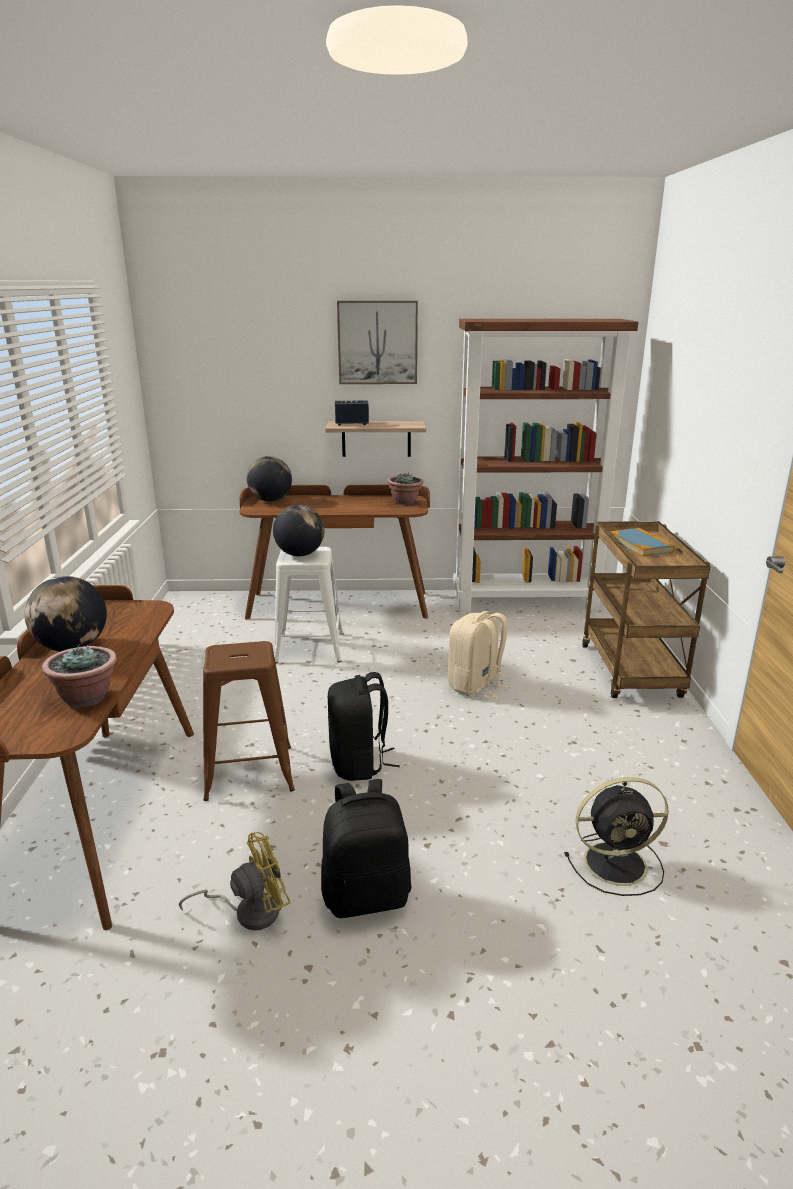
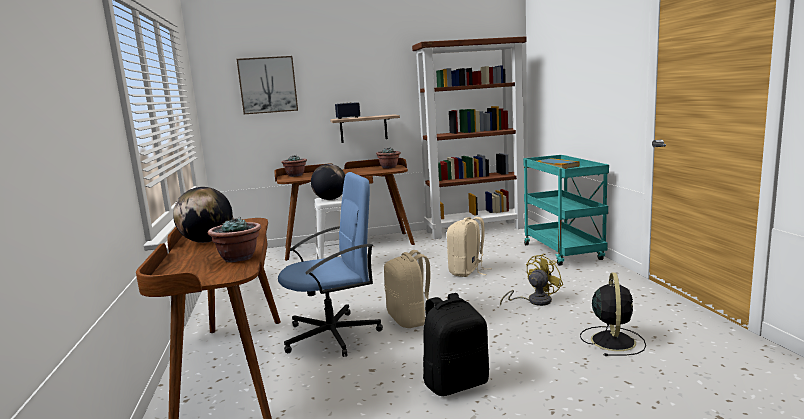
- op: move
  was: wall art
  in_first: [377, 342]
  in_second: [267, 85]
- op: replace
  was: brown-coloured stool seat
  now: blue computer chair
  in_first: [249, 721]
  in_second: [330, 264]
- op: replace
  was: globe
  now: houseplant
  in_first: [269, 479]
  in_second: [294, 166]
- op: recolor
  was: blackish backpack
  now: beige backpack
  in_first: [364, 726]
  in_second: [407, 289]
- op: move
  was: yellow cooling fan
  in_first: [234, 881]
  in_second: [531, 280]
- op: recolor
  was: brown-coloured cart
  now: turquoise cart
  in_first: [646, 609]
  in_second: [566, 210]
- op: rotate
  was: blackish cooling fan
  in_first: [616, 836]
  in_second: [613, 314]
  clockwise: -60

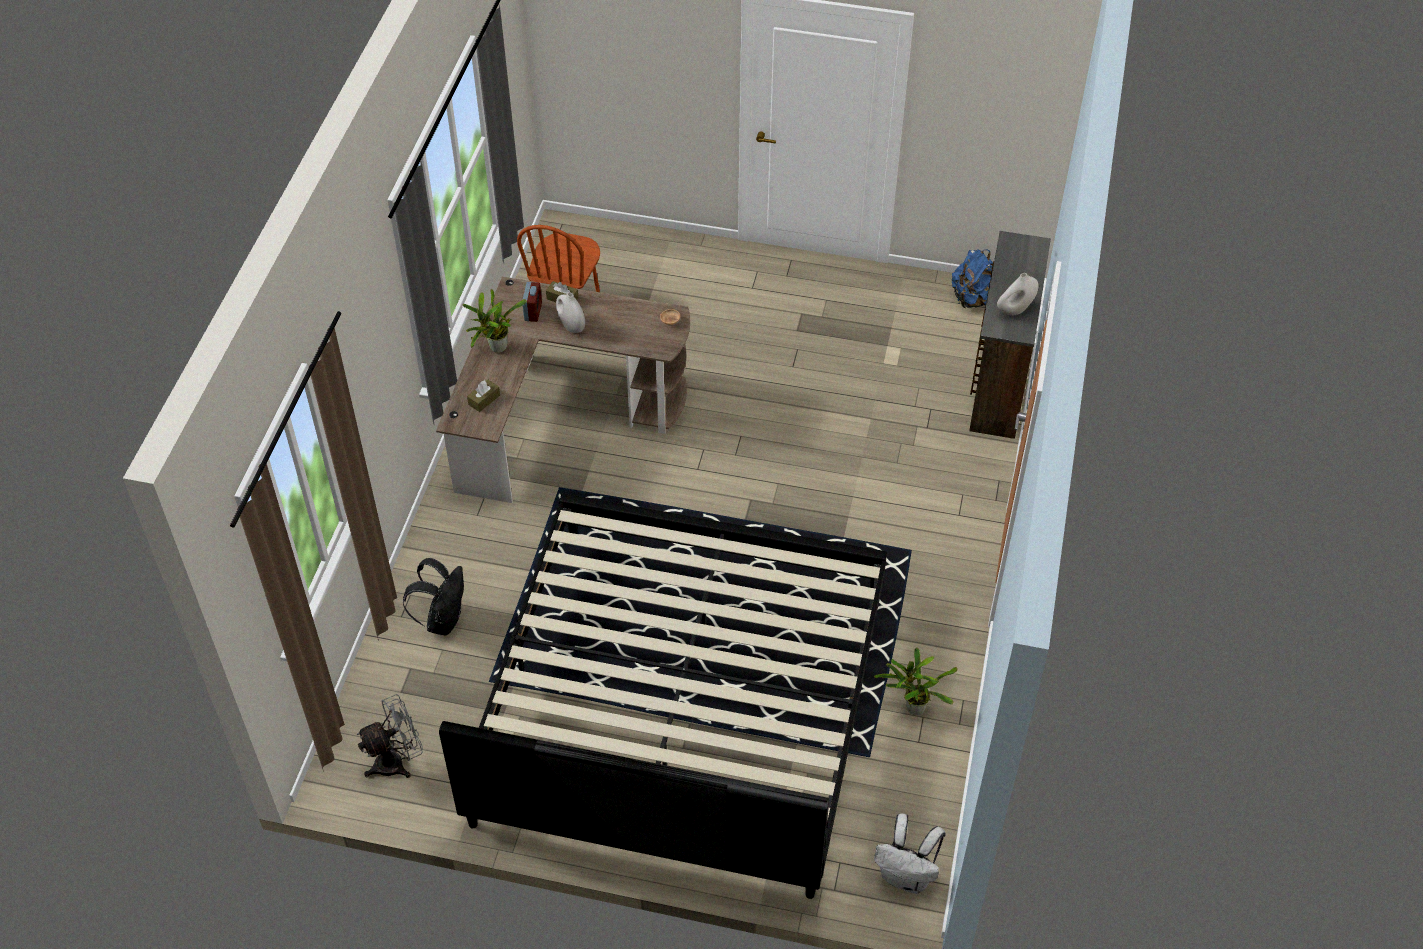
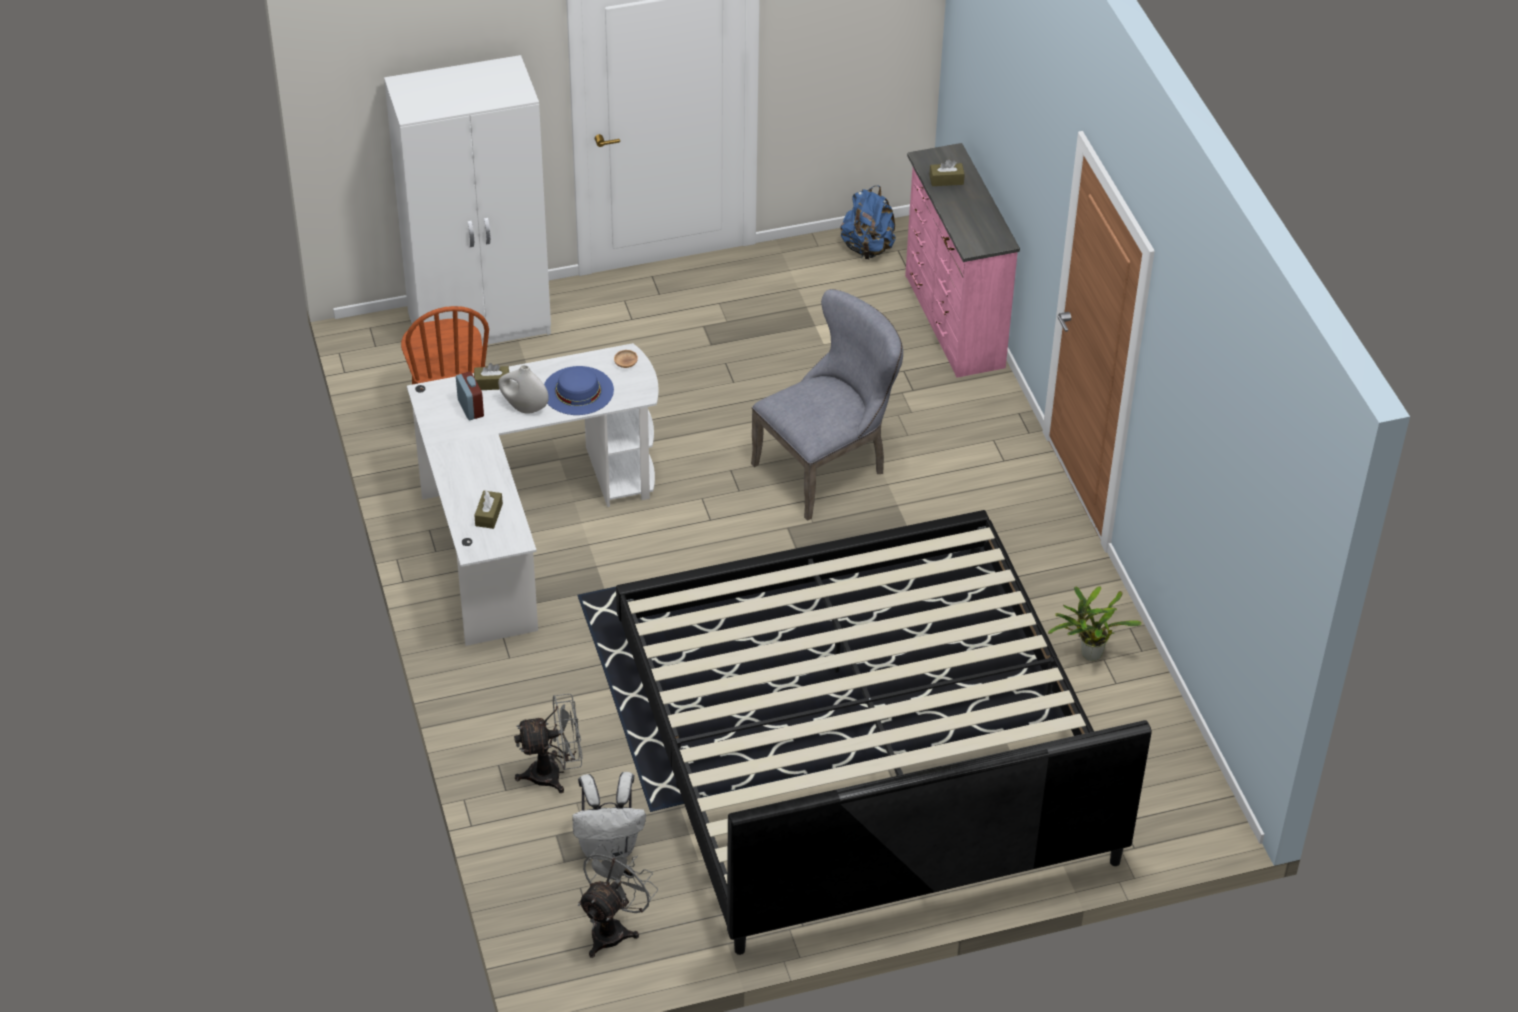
- op: insert
  now: white wardrobe
  in_second: [467, 200]
- op: recolor
  was: brown-coloured desk
  now: white desk
  in_first: [563, 390]
  in_second: [533, 494]
- op: replace
  was: blackish backpack
  now: greyish cooling fan
  in_first: [433, 596]
  in_second: [548, 743]
- op: insert
  now: blue hat
  in_second: [579, 390]
- op: move
  was: white backpack
  in_first: [910, 854]
  in_second: [609, 816]
- op: insert
  now: greyish upright chair
  in_second: [827, 405]
- op: recolor
  was: brown-coloured drawer chest
  now: pink drawer chest
  in_first: [1010, 335]
  in_second: [962, 260]
- op: insert
  now: brown-coloured box of tissues
  in_second: [947, 172]
- op: delete
  was: houseplant
  in_first: [494, 321]
- op: delete
  was: white decorative vase
  in_first: [1017, 294]

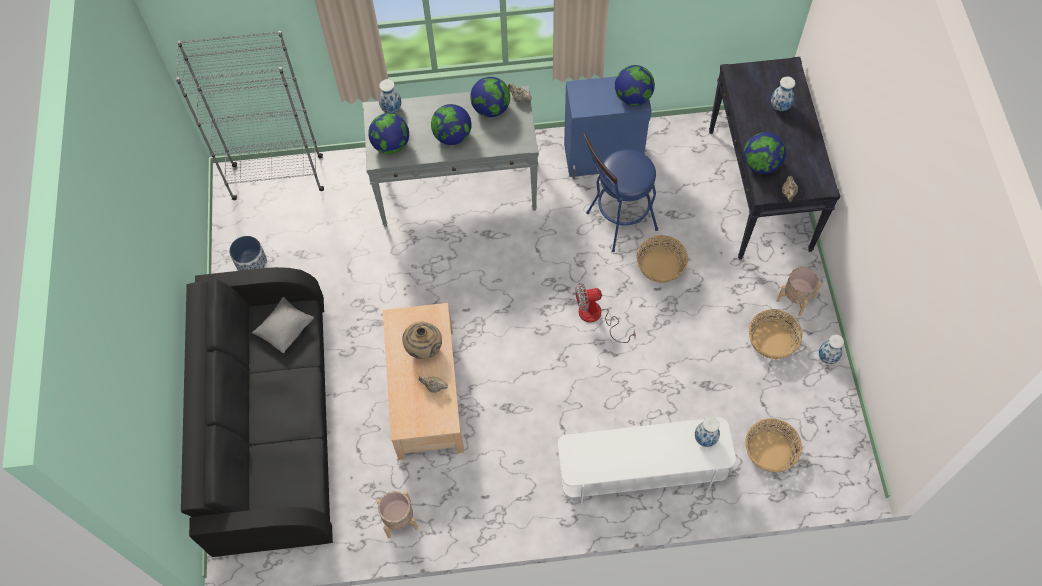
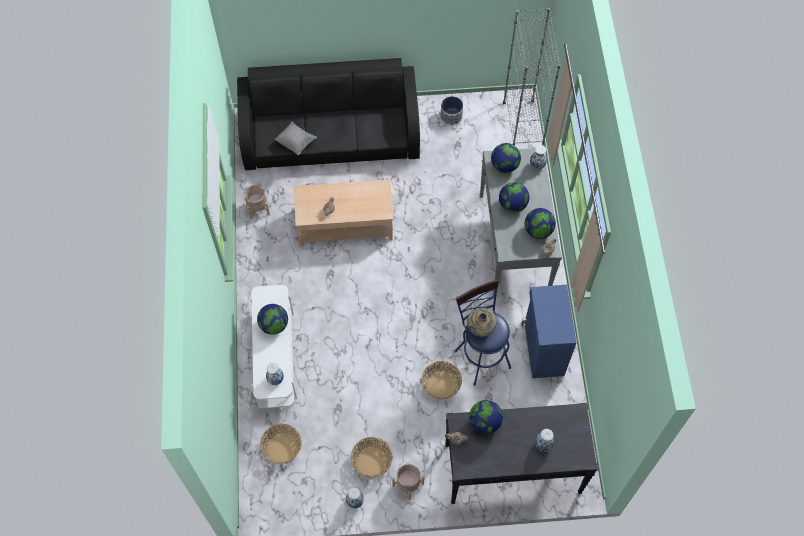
- op: move
  was: globe
  in_first: [635, 85]
  in_second: [272, 319]
- op: move
  was: greyish throw pillow
  in_first: [283, 325]
  in_second: [295, 138]
- op: move
  was: beige decorative vase
  in_first: [422, 340]
  in_second: [482, 322]
- op: delete
  was: cooling fan
  in_first: [605, 313]

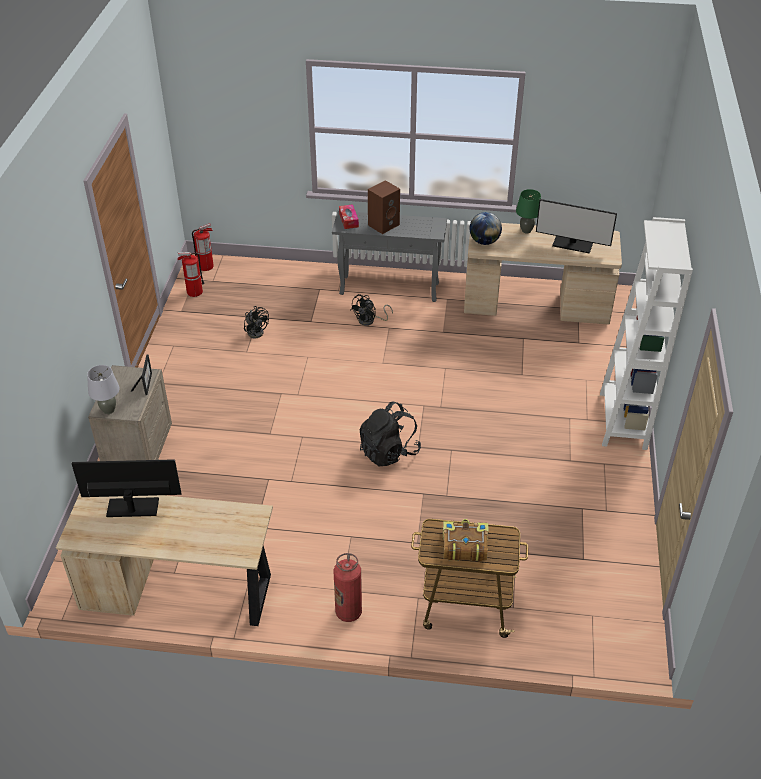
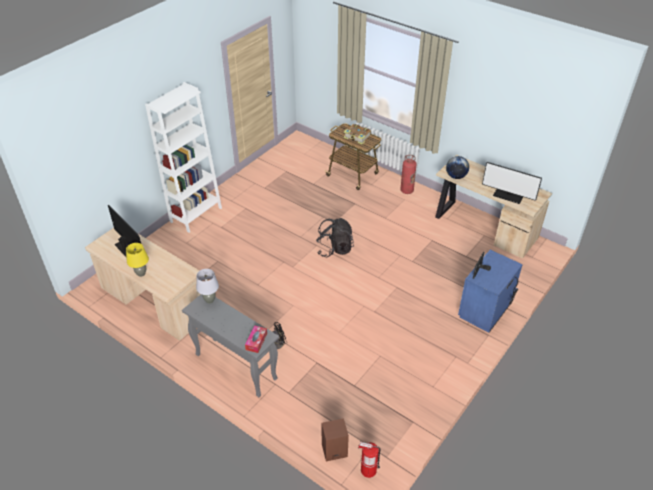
- op: recolor
  was: green table lamp
  now: yellow table lamp
  in_first: [528, 211]
  in_second: [137, 260]
- op: move
  was: greyish table lamp
  in_first: [103, 389]
  in_second: [207, 286]
- op: move
  was: brown-coloured audio speaker
  in_first: [384, 207]
  in_second: [335, 439]
- op: move
  was: globe
  in_first: [485, 228]
  in_second: [457, 167]
- op: recolor
  was: beige night table
  now: blue night table
  in_first: [130, 413]
  in_second: [490, 291]
- op: delete
  was: fire extinguisher
  in_first: [191, 274]
- op: delete
  was: blackish cooling fan
  in_first: [256, 322]

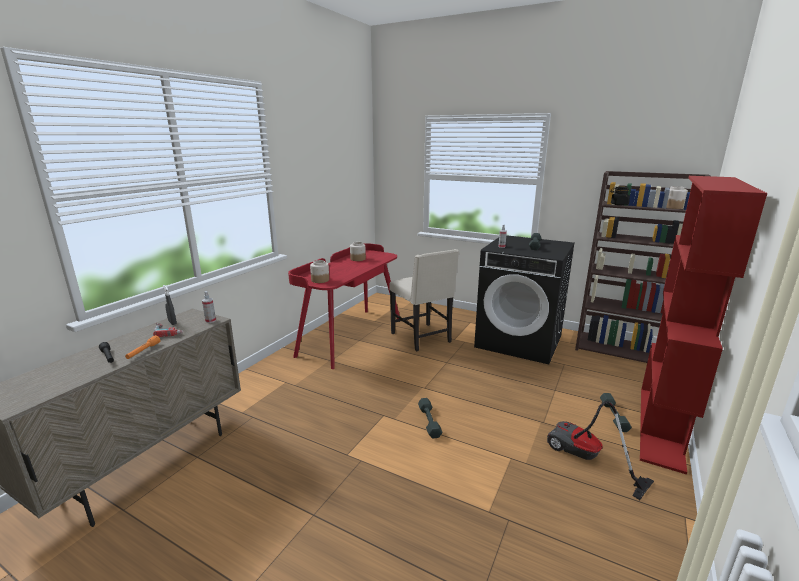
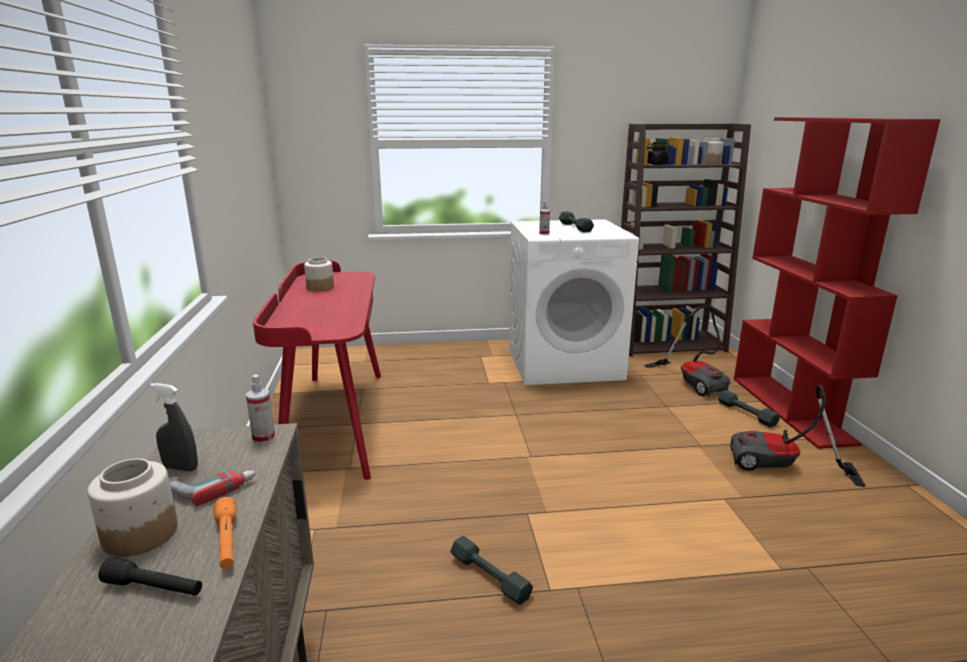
- op: move
  was: storage jar
  in_first: [319, 271]
  in_second: [132, 507]
- op: move
  was: greyish dumbbell
  in_first: [430, 418]
  in_second: [491, 570]
- op: recolor
  was: blackish washing machine
  now: white washing machine
  in_first: [524, 299]
  in_second: [574, 302]
- op: insert
  now: vacuum cleaner
  in_second: [687, 351]
- op: delete
  was: beige upright chair
  in_first: [424, 300]

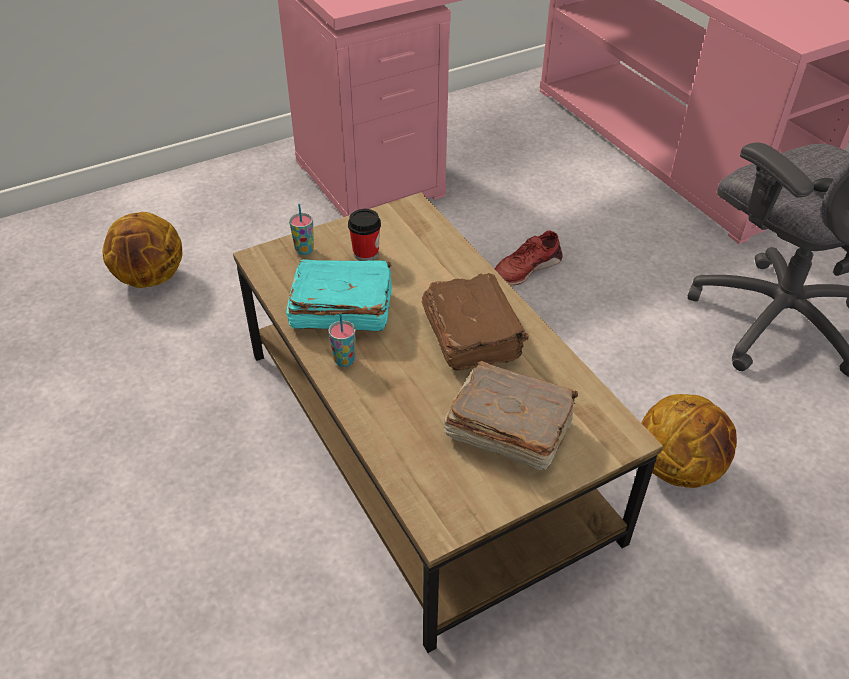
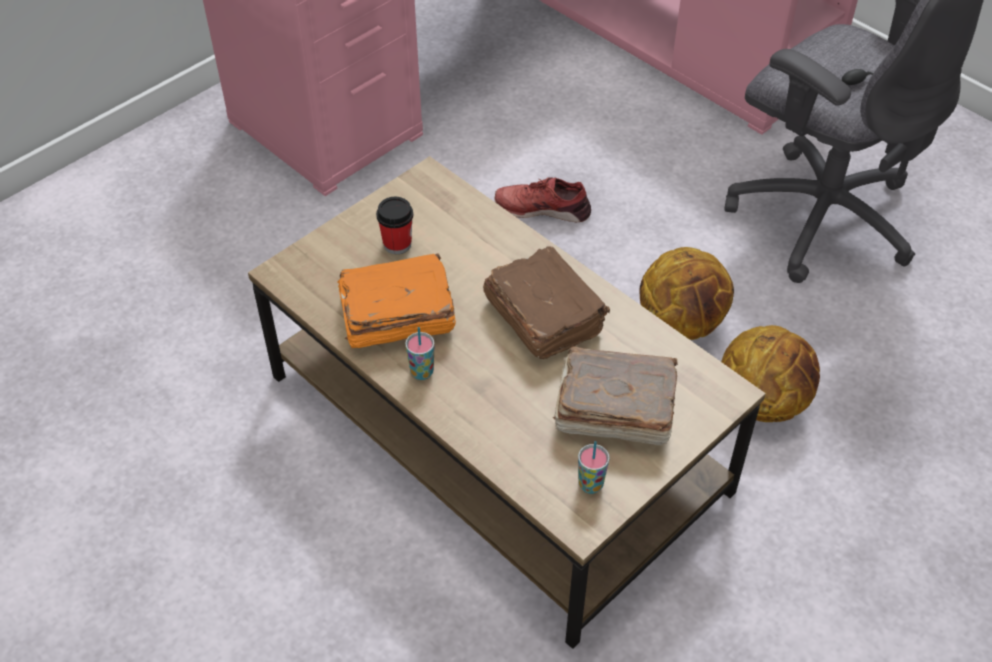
- op: recolor
  was: turquoise volume
  now: orangey volume
  in_first: [339, 295]
  in_second: [396, 301]
- op: rotate
  was: reddish item of footwear
  in_first: [528, 258]
  in_second: [542, 199]
  clockwise: 60
- op: move
  was: small cup
  in_first: [301, 229]
  in_second: [594, 467]
- op: move
  was: basketball
  in_first: [142, 250]
  in_second: [686, 293]

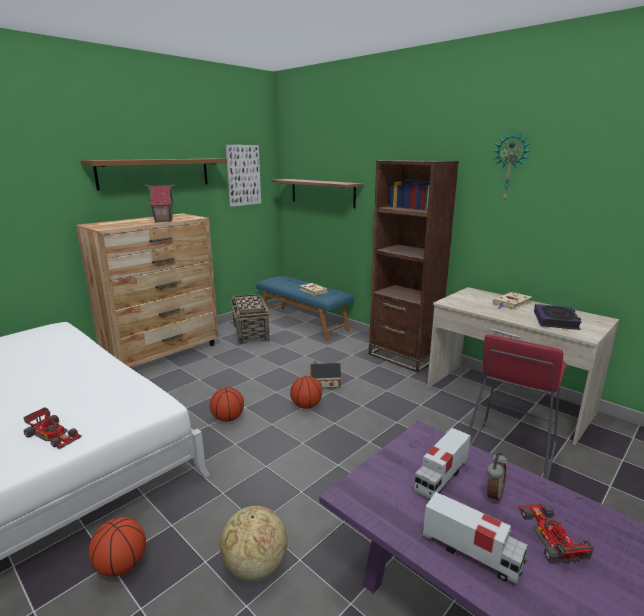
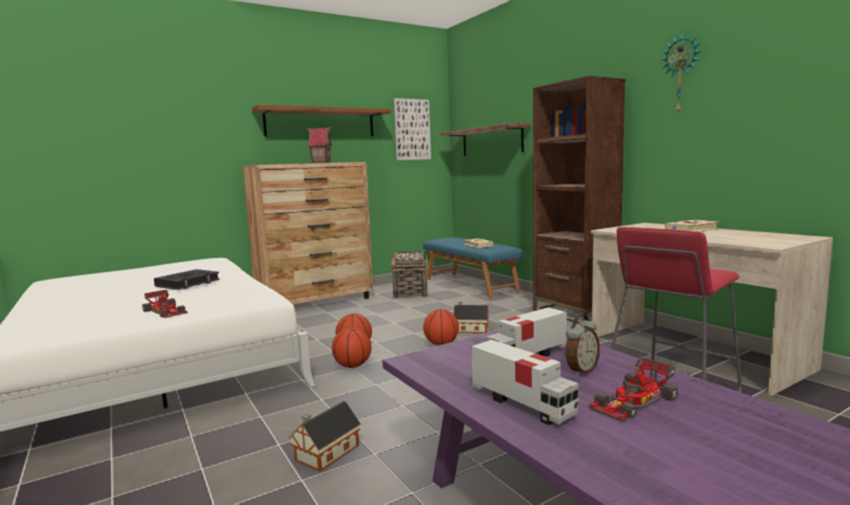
- op: move
  was: volume
  in_first: [558, 317]
  in_second: [187, 279]
- op: replace
  was: globe
  now: model house
  in_first: [253, 543]
  in_second: [325, 436]
- op: move
  was: basketball
  in_first: [117, 547]
  in_second: [351, 347]
- op: rotate
  was: miniature car
  in_first: [555, 534]
  in_second: [633, 389]
  clockwise: -135

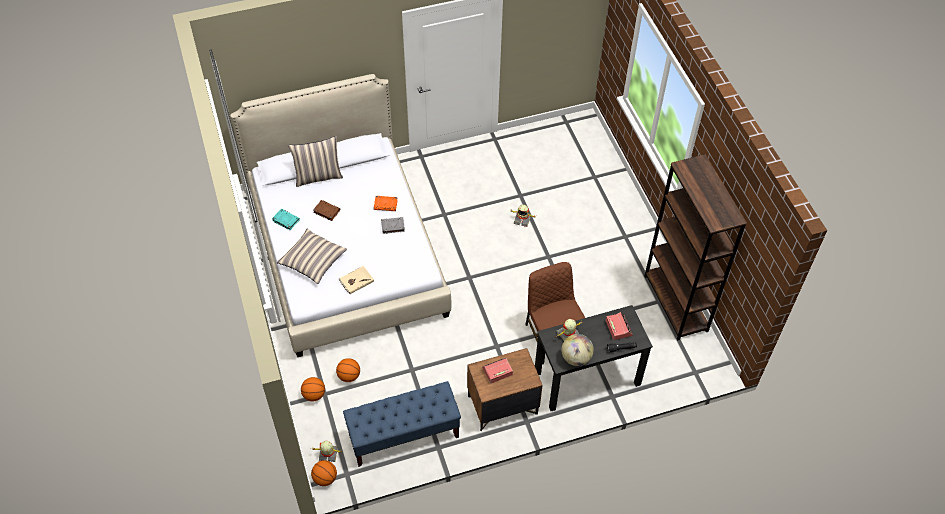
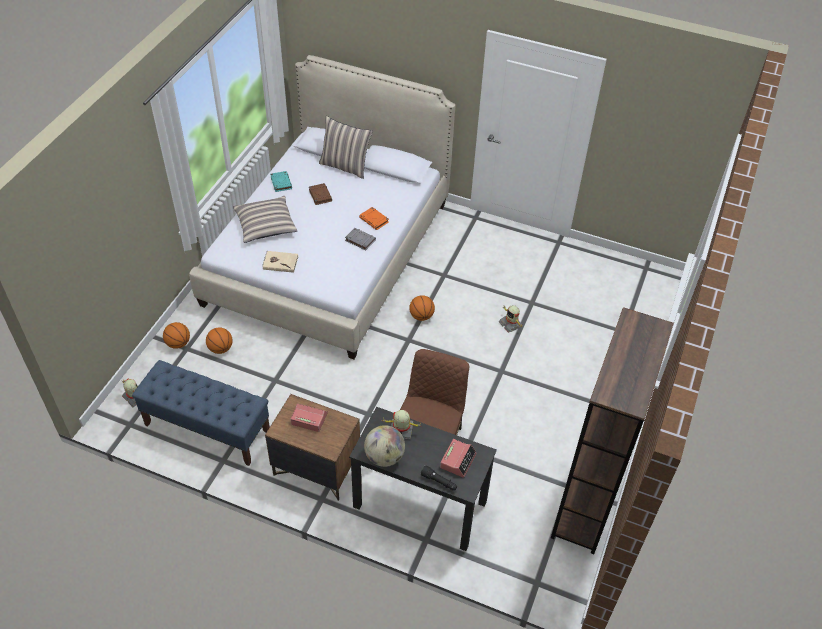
- op: move
  was: basketball
  in_first: [324, 473]
  in_second: [422, 308]

